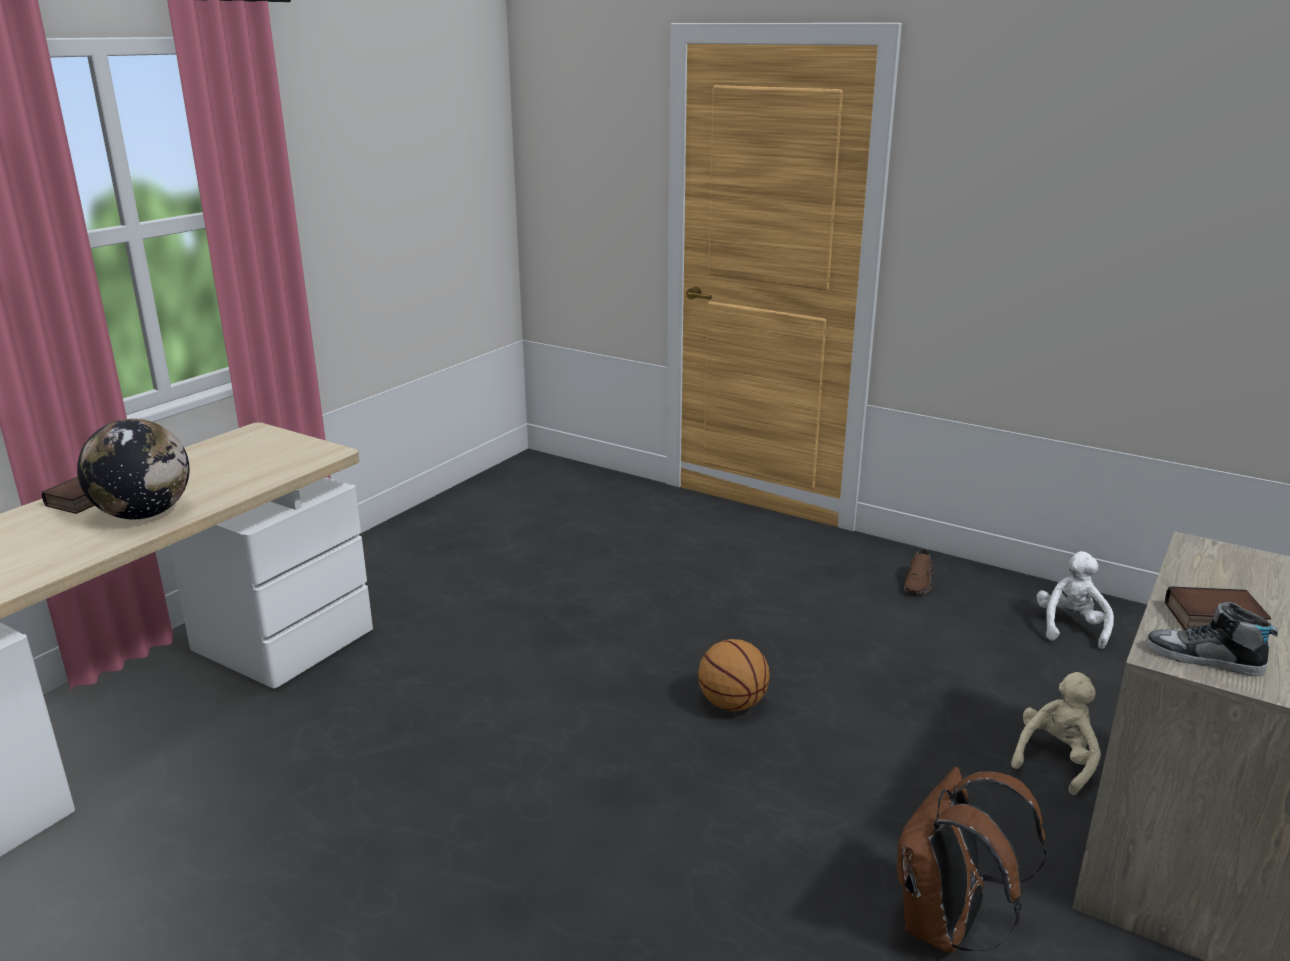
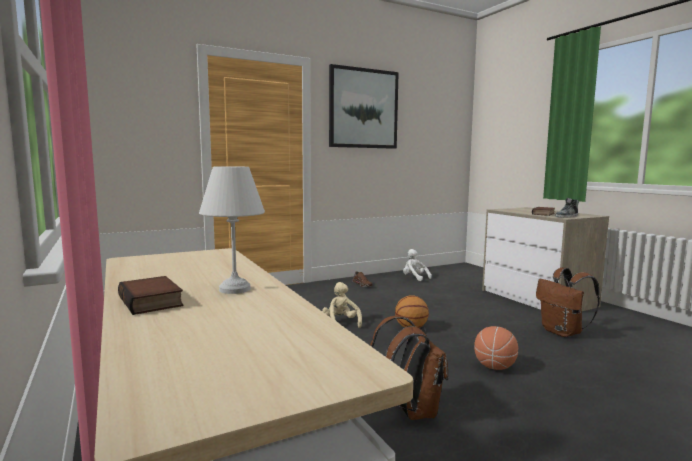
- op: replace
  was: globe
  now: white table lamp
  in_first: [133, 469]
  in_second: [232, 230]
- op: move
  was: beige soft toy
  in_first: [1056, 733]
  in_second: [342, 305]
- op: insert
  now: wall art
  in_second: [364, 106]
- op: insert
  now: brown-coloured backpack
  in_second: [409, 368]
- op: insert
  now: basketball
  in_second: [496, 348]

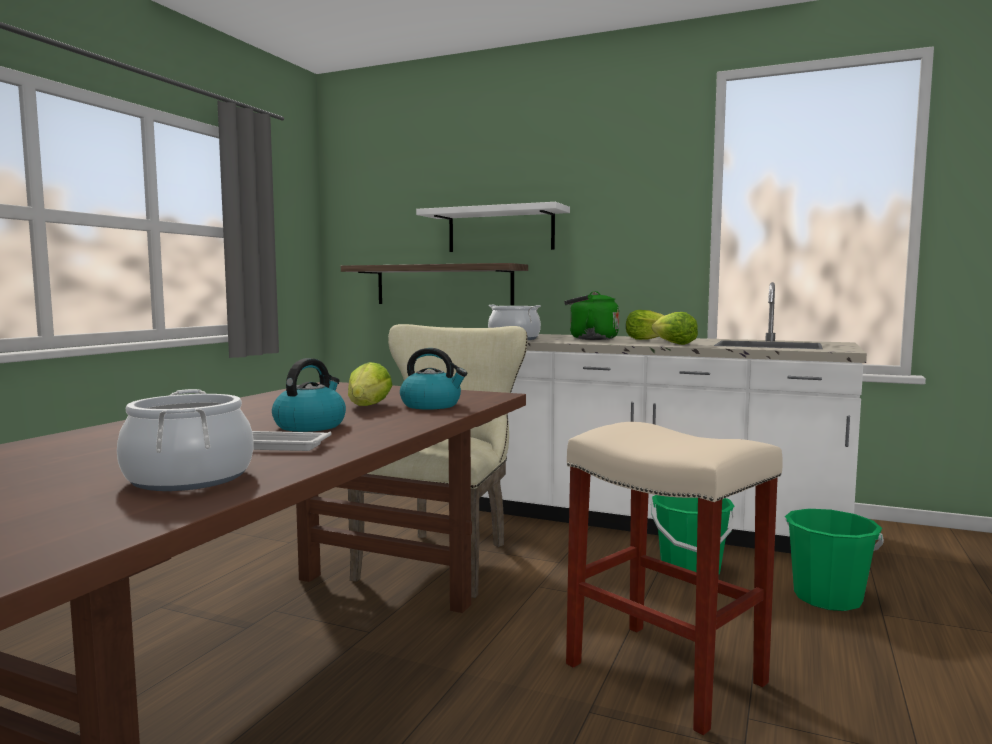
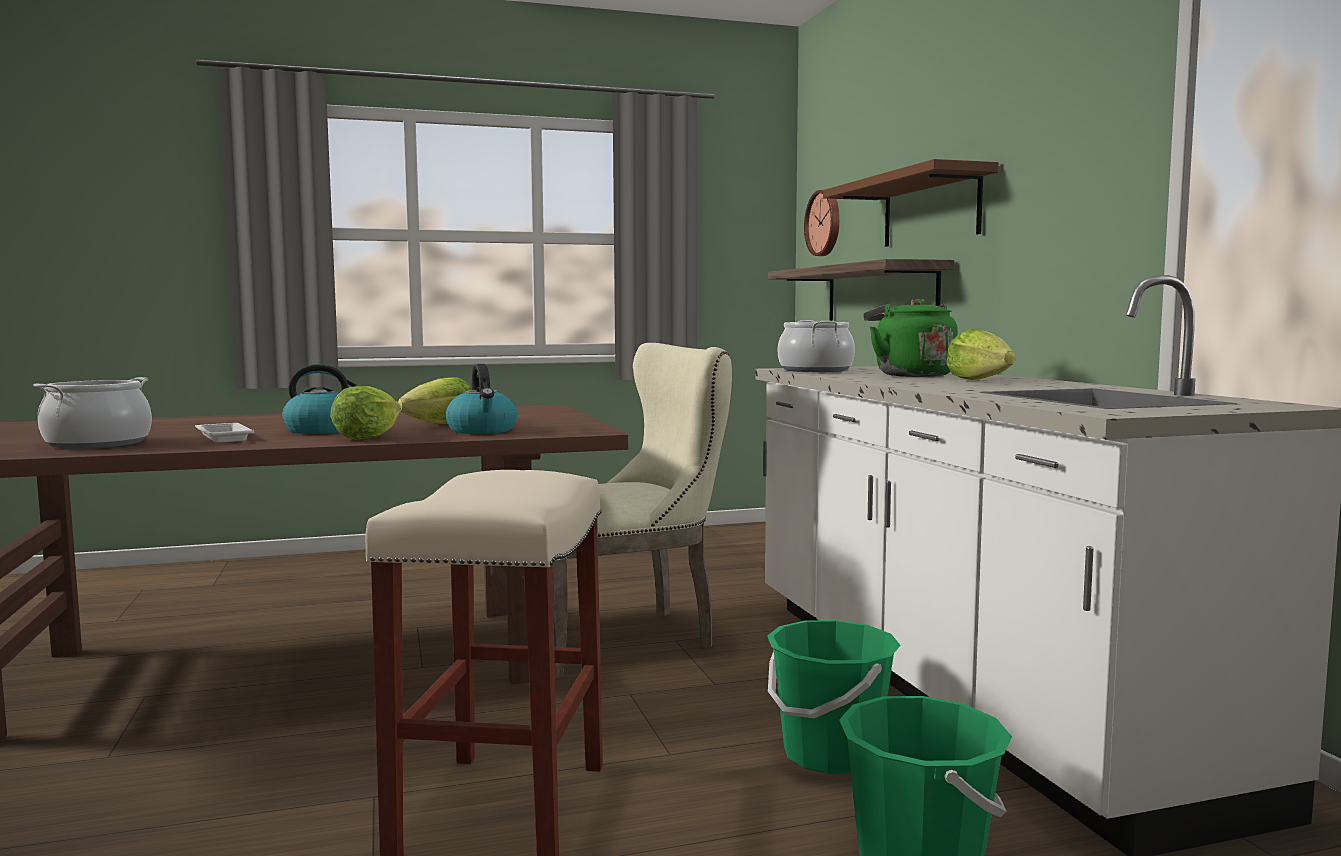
- op: move
  was: lettuce
  in_first: [675, 328]
  in_second: [365, 413]
- op: insert
  now: wall clock
  in_second: [822, 223]
- op: recolor
  was: white shelf
  now: brown-coloured shelf
  in_first: [493, 227]
  in_second: [911, 203]

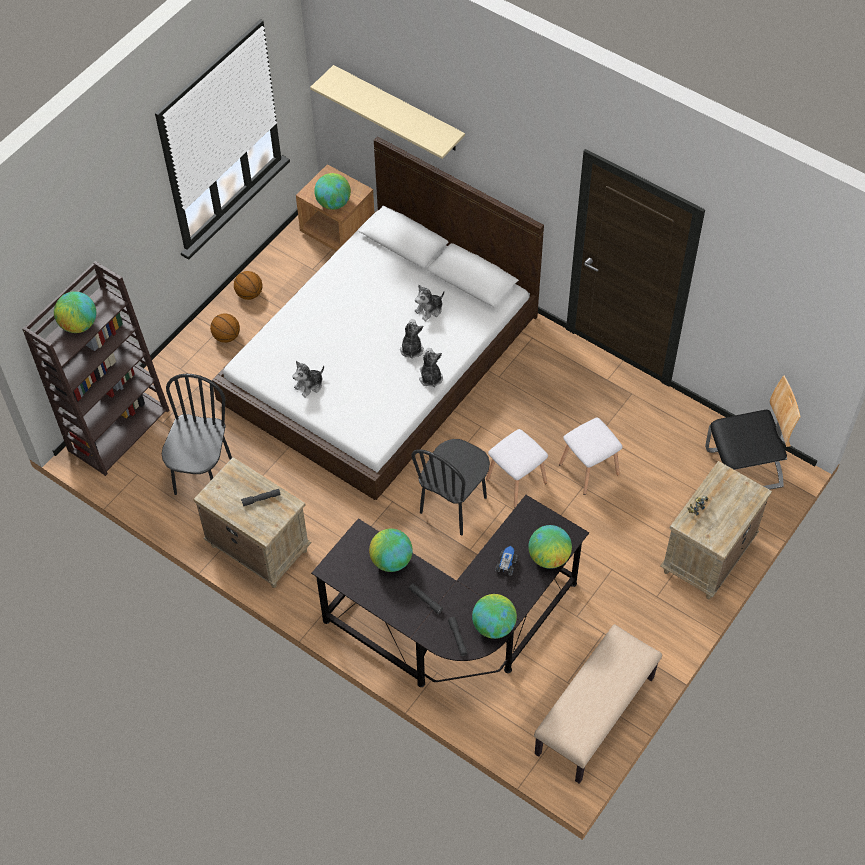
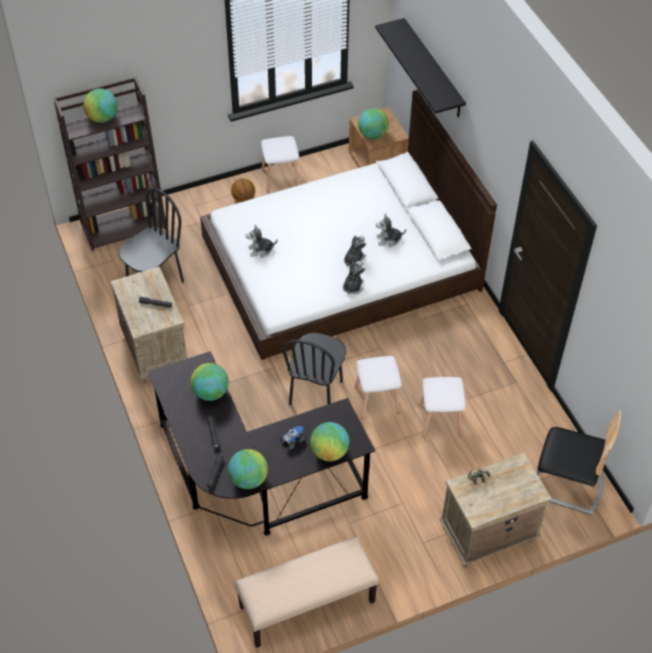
- op: replace
  was: basketball
  now: white stool seat
  in_first: [248, 285]
  in_second: [280, 164]
- op: rotate
  was: blackish upright chair
  in_first: [450, 487]
  in_second: [314, 369]
  clockwise: -45
- op: recolor
  was: beige shelf
  now: blackish shelf
  in_first: [387, 112]
  in_second: [420, 67]

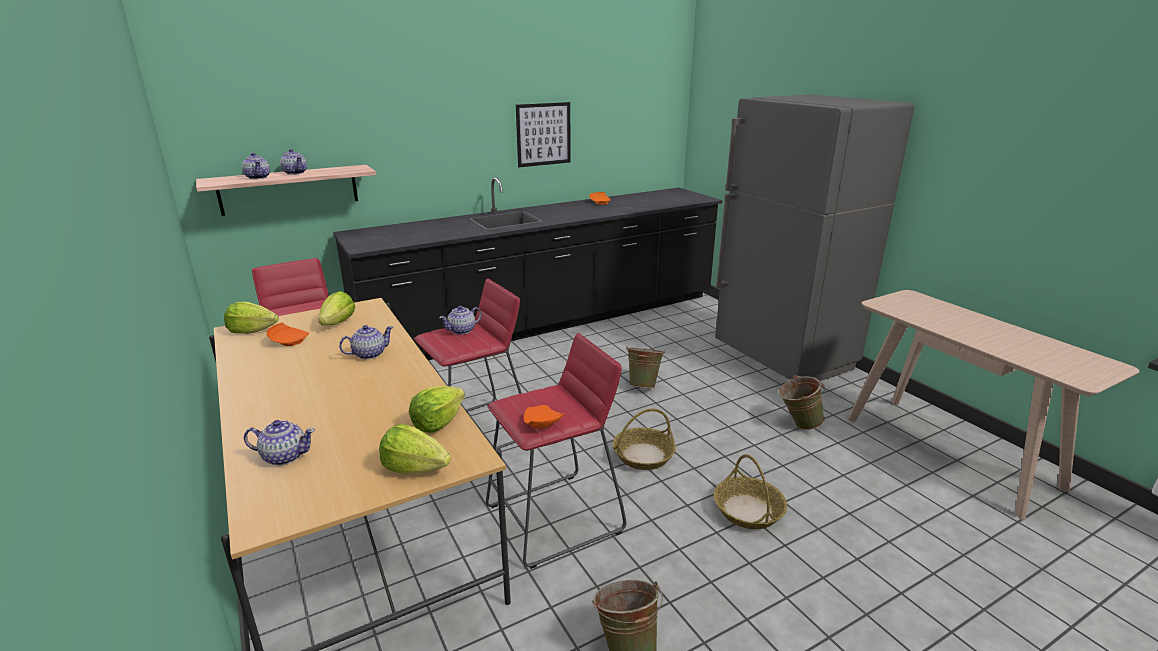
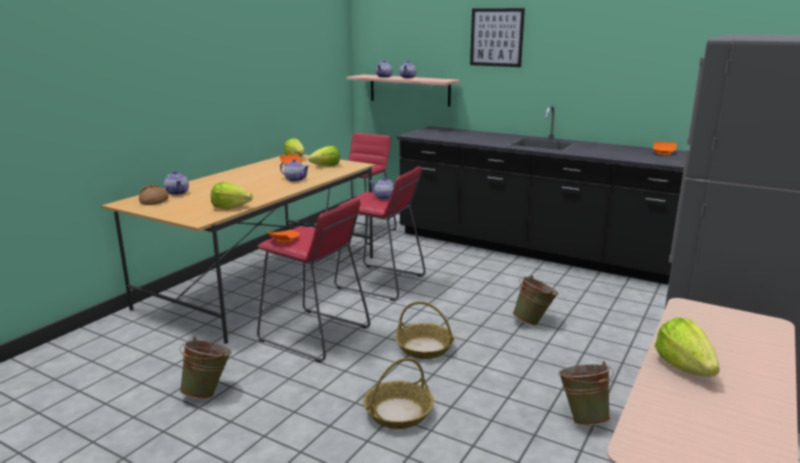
- op: insert
  now: bakery bread
  in_second: [154, 195]
- op: move
  was: wall art
  in_first: [543, 134]
  in_second: [497, 37]
- op: move
  was: lettuce
  in_first: [415, 449]
  in_second: [687, 346]

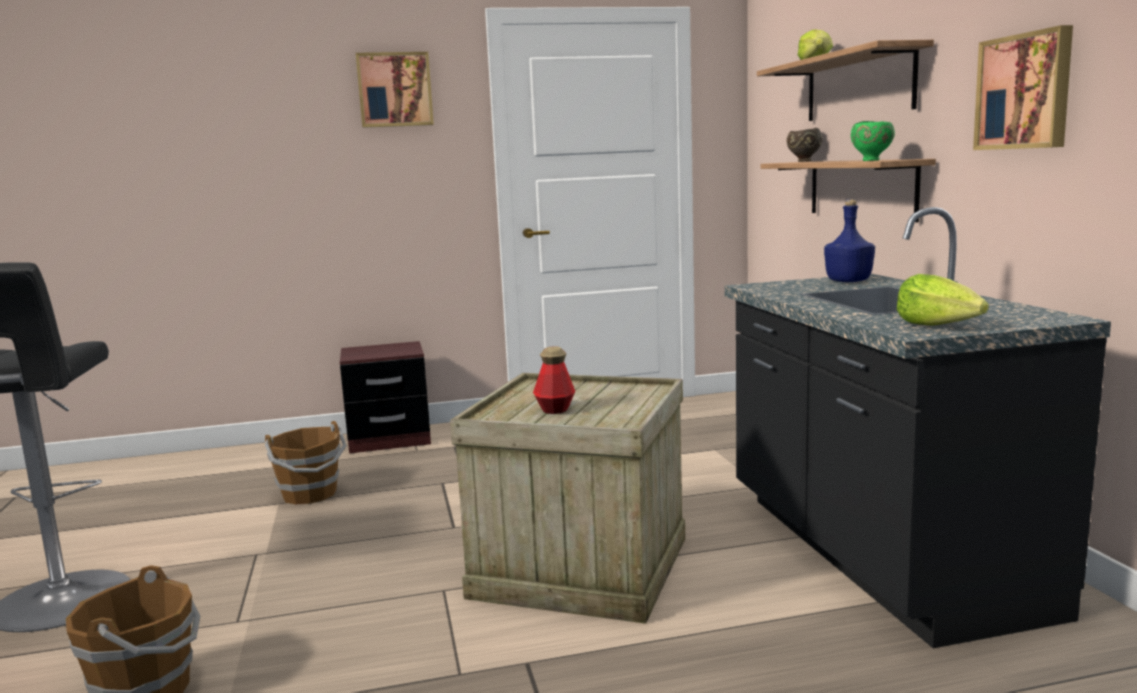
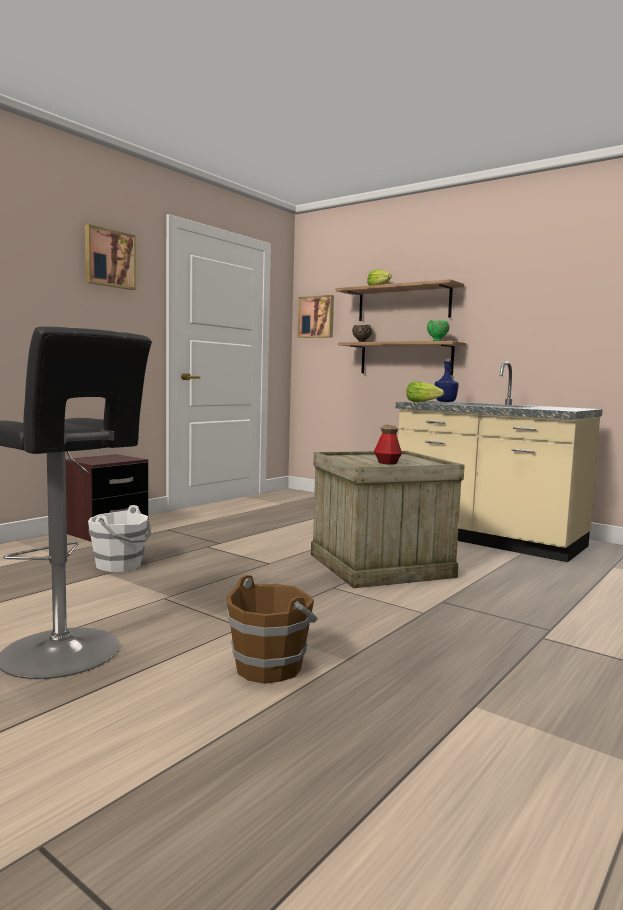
- op: recolor
  was: brown-coloured water bucket
  now: white water bucket
  in_first: [306, 462]
  in_second: [119, 538]
- op: move
  was: wall art
  in_first: [1023, 87]
  in_second: [316, 316]
- op: recolor
  was: blackish kitchen base unit
  now: beige kitchen base unit
  in_first: [918, 427]
  in_second: [499, 461]
- op: move
  was: lettuce
  in_first: [943, 300]
  in_second: [425, 391]

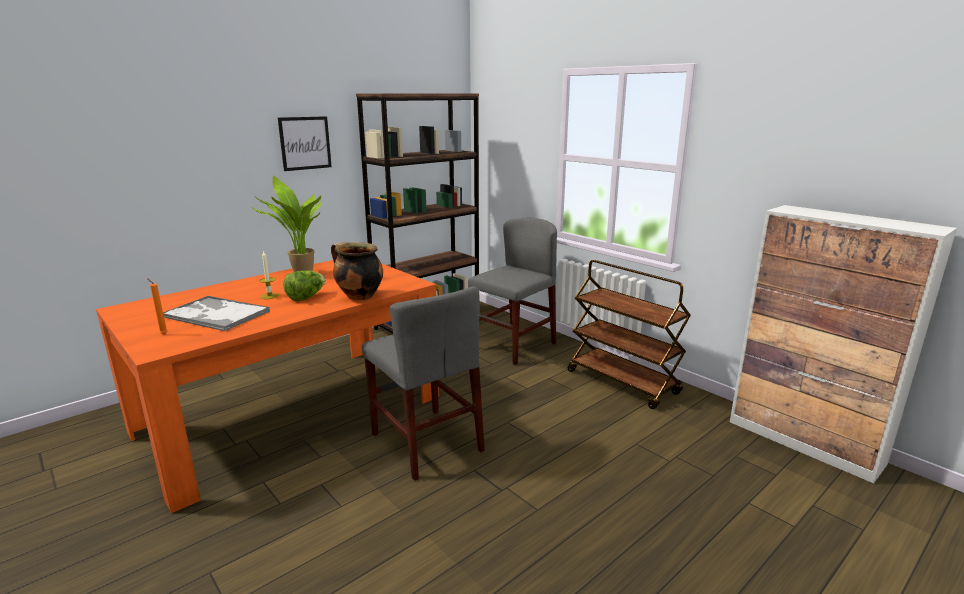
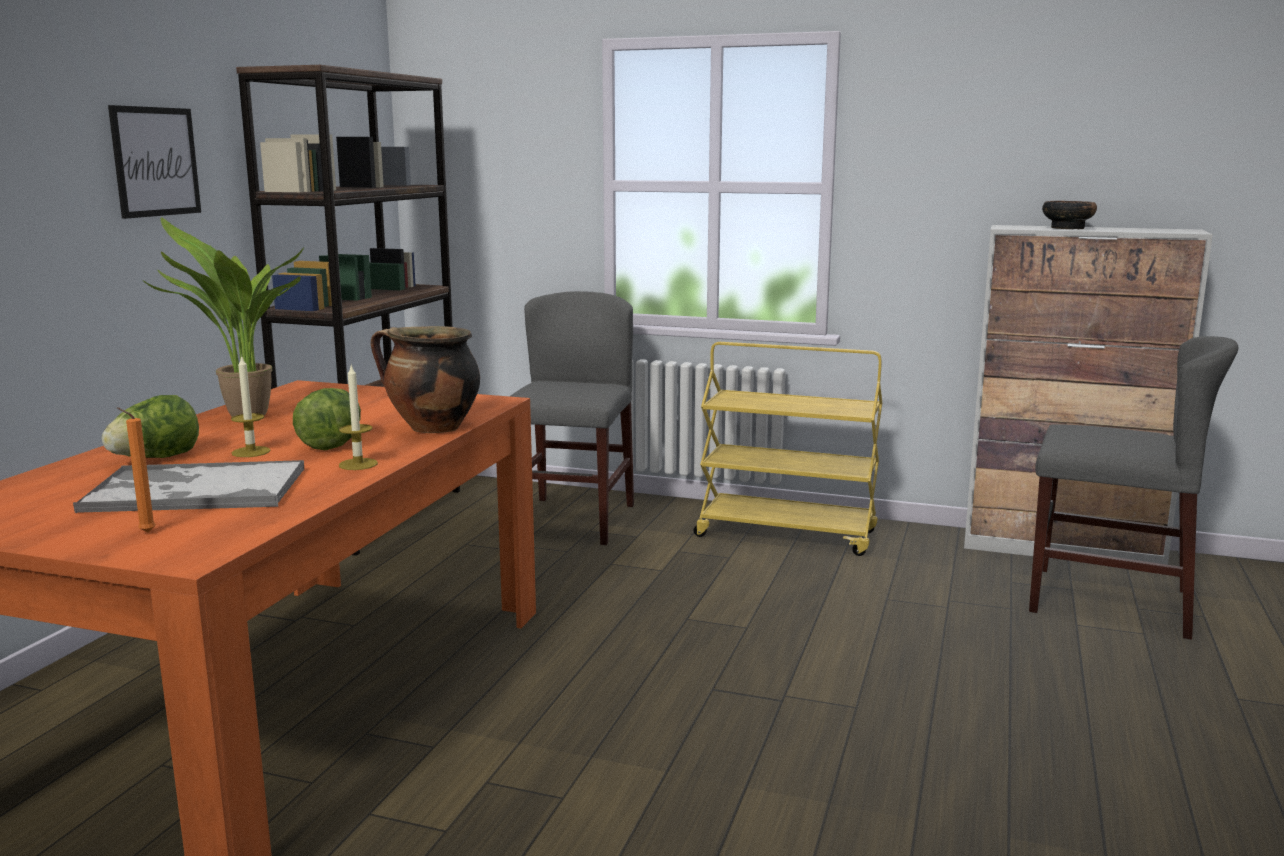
- op: insert
  now: lettuce
  in_second: [150, 426]
- op: insert
  now: wax candle
  in_second: [358, 417]
- op: recolor
  was: brown-coloured cart
  now: yellow cart
  in_first: [629, 334]
  in_second: [788, 449]
- op: move
  was: greyish upright chair
  in_first: [423, 383]
  in_second: [1133, 488]
- op: insert
  now: serving bowl
  in_second: [1069, 215]

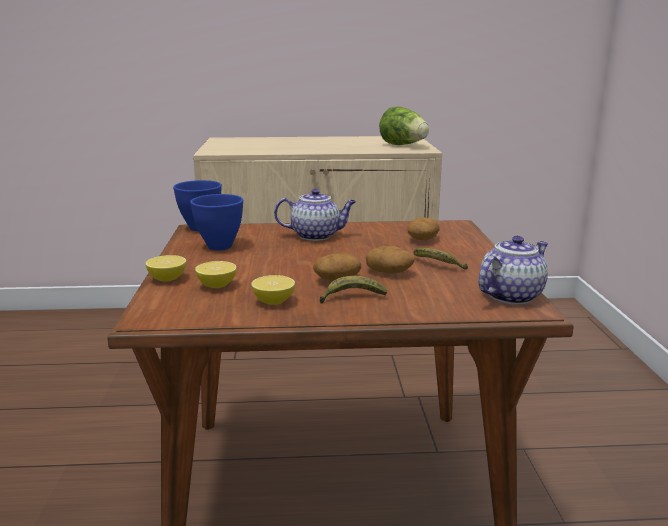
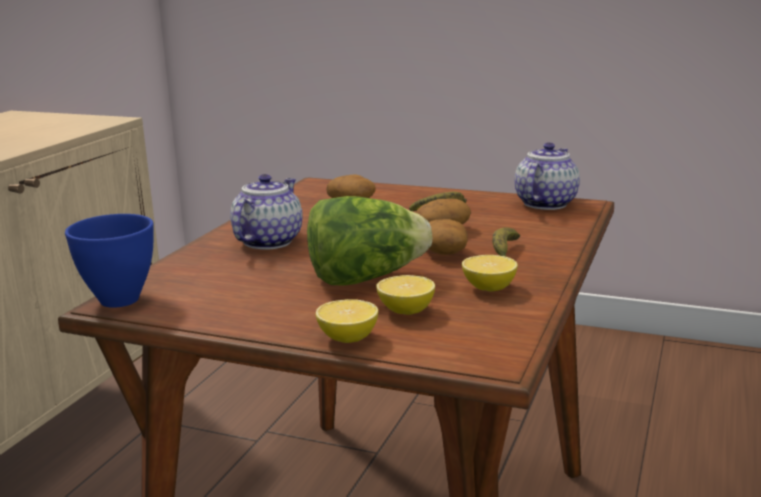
- op: move
  was: lettuce
  in_first: [404, 126]
  in_second: [369, 241]
- op: rotate
  was: tea pot
  in_first: [513, 270]
  in_second: [547, 176]
  clockwise: 45
- op: delete
  was: blue serving bowl
  in_first: [216, 222]

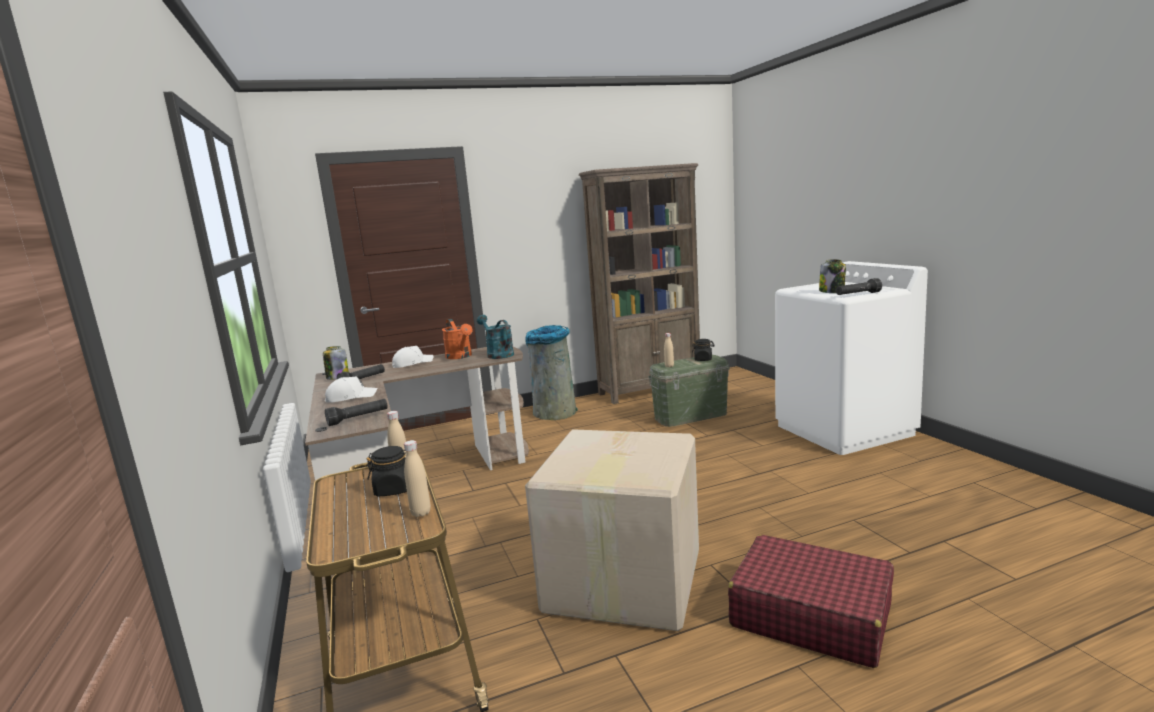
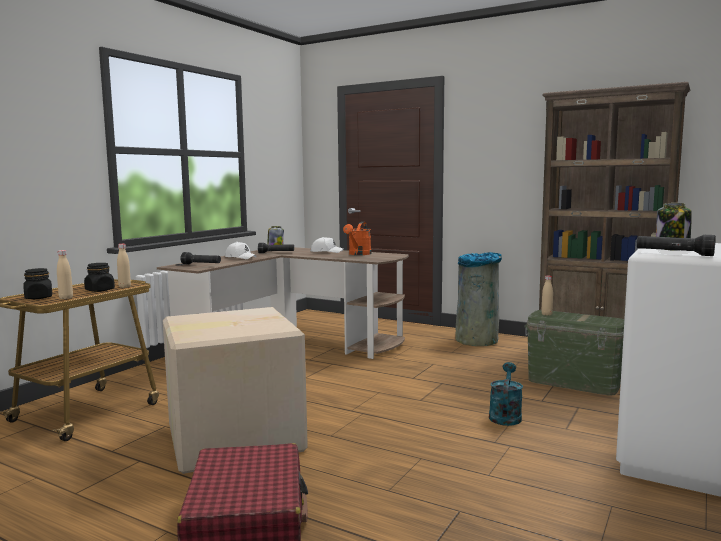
- op: move
  was: blackish storage jar
  in_first: [703, 350]
  in_second: [37, 283]
- op: move
  was: turquoise watering pot
  in_first: [495, 337]
  in_second: [506, 394]

